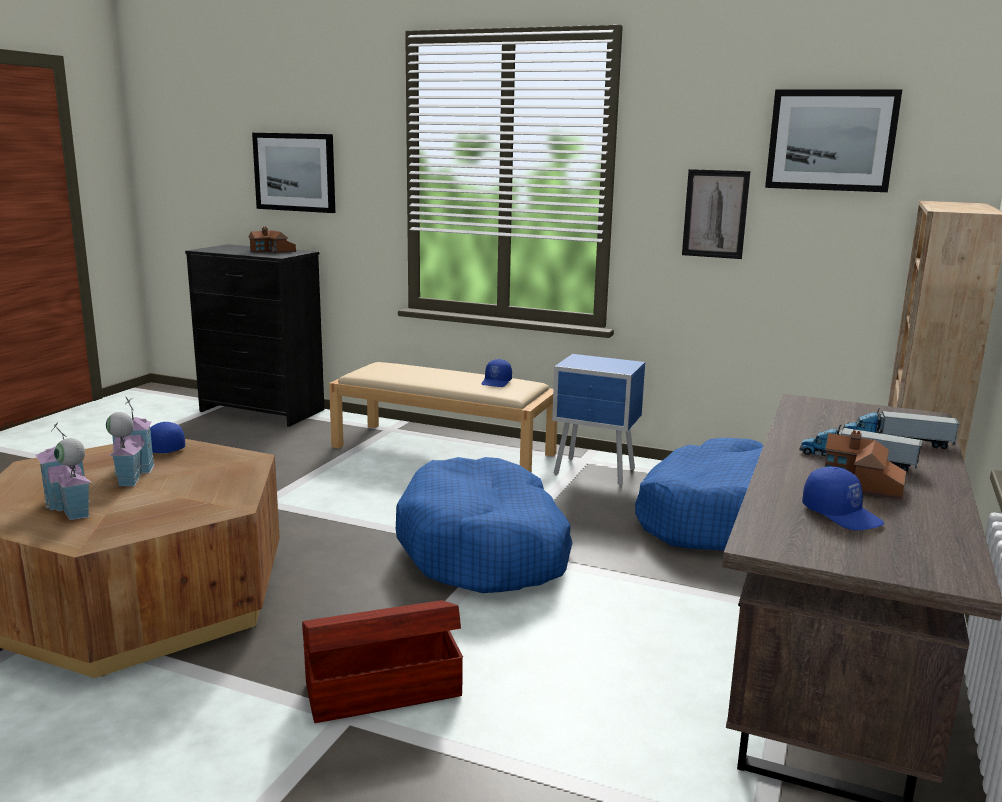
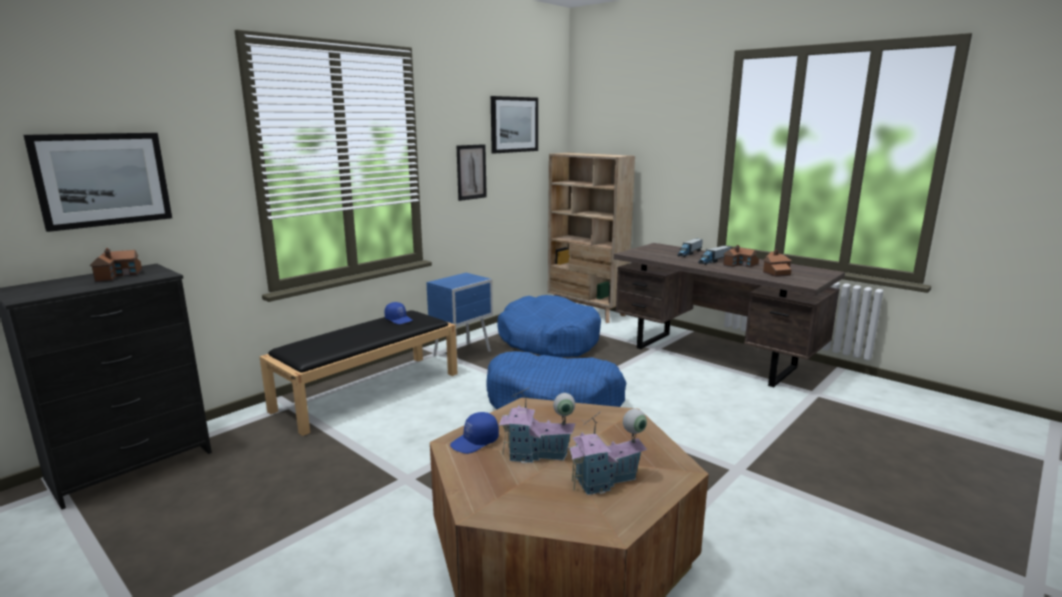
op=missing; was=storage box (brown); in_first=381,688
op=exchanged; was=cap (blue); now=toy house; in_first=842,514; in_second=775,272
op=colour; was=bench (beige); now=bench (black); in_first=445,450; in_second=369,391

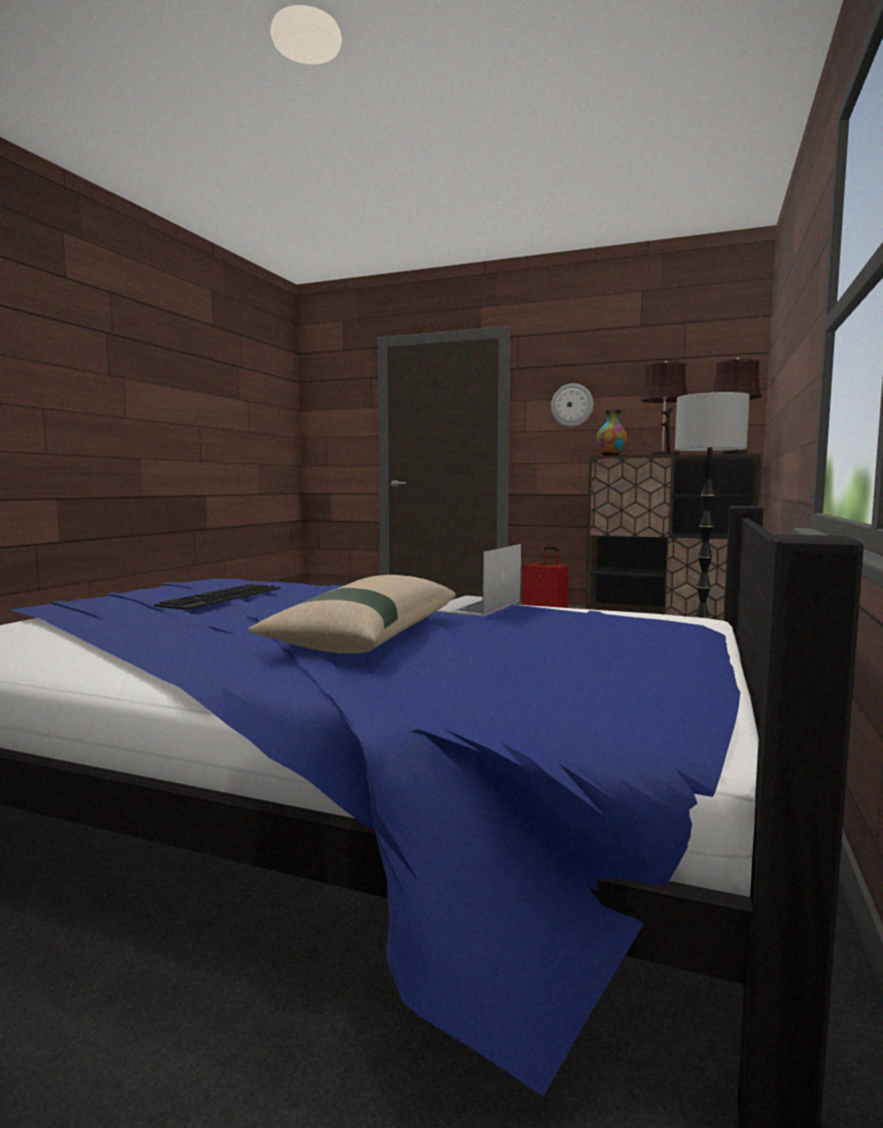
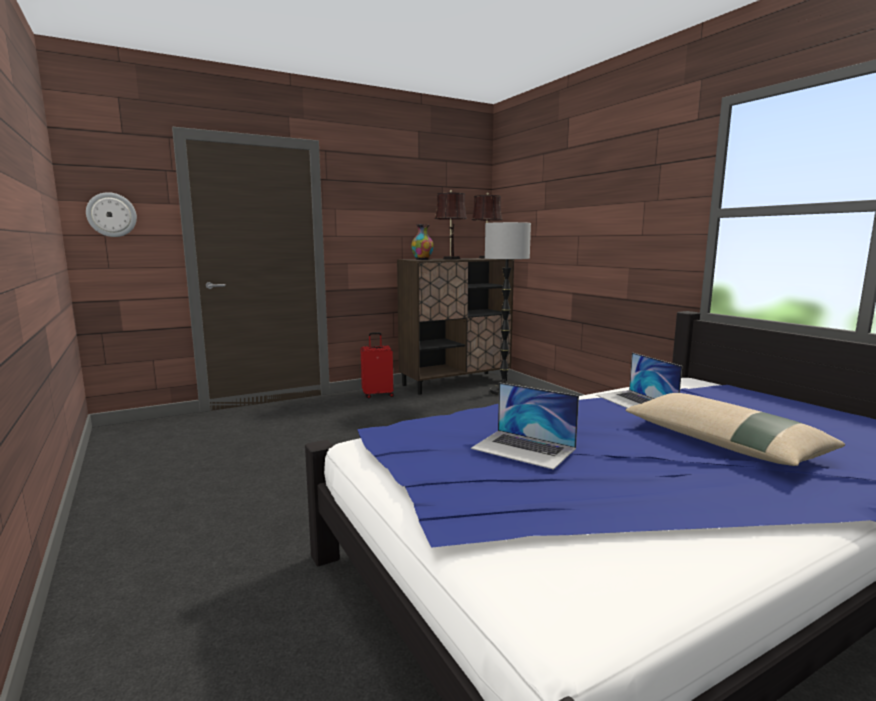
op=relocated; was=wall clock; in_first=572,405; in_second=111,215
op=exchanged; was=keyboard; now=laptop; in_first=223,597; in_second=524,448

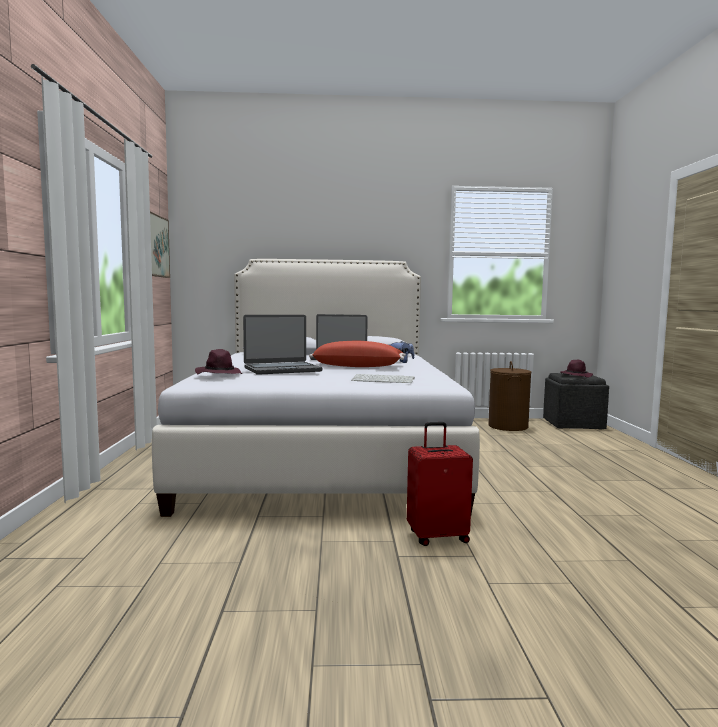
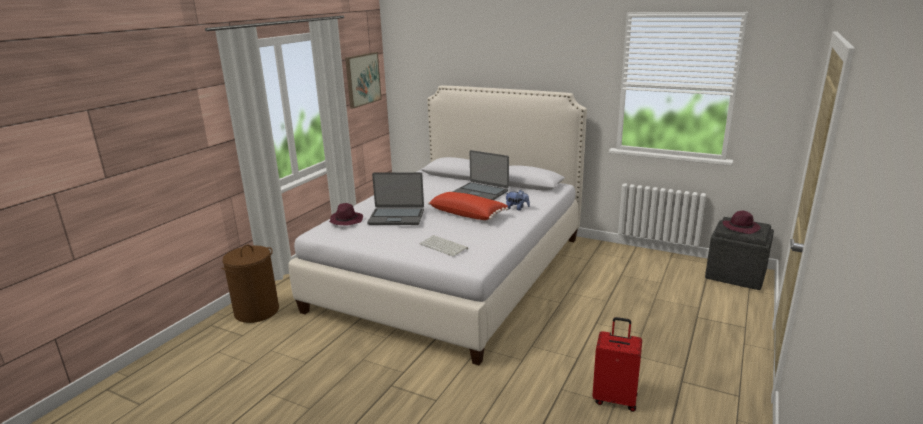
op=relocated; was=suitcase (red); in_first=437,536; in_second=615,398
op=relocated; was=laundry basket (brown); in_first=508,426; in_second=256,311

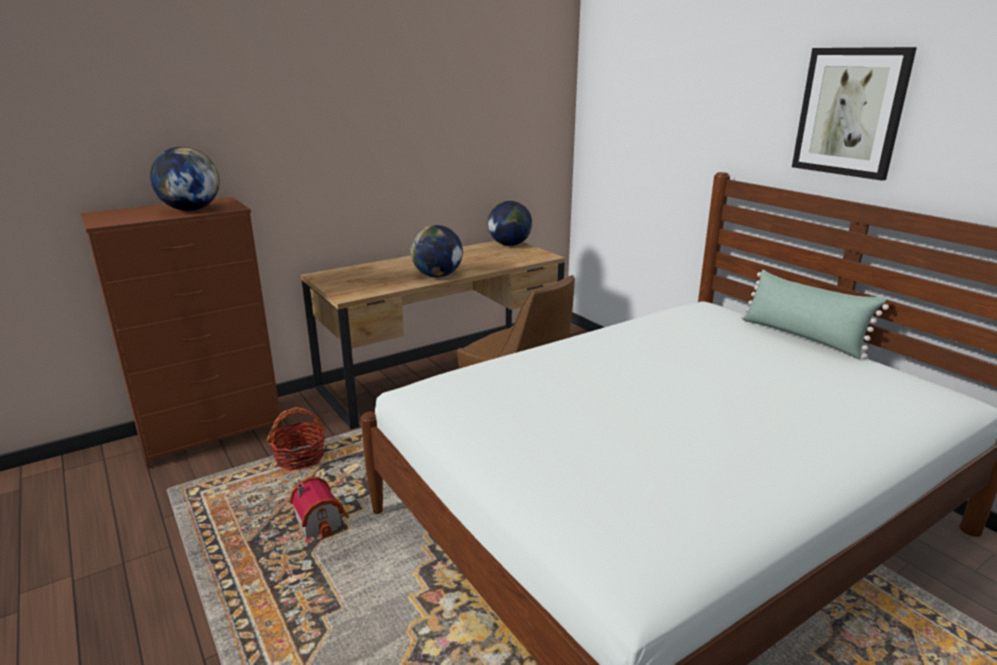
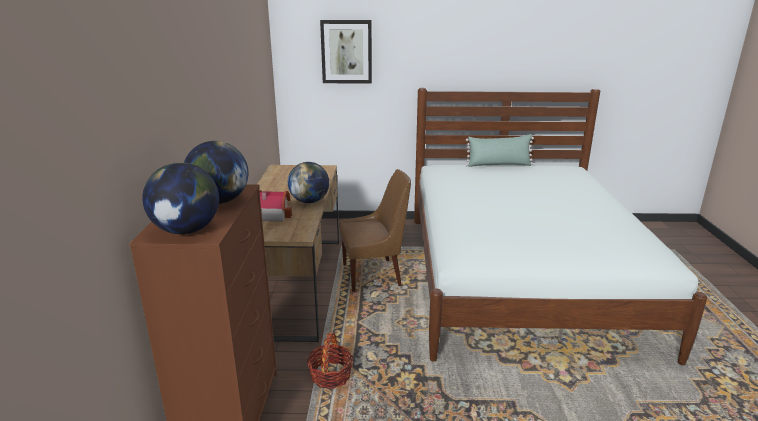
op=relocated; was=toy house; in_first=321,521; in_second=273,215
op=relocated; was=globe; in_first=509,245; in_second=186,230
op=relocated; was=picture; in_first=850,112; in_second=346,52

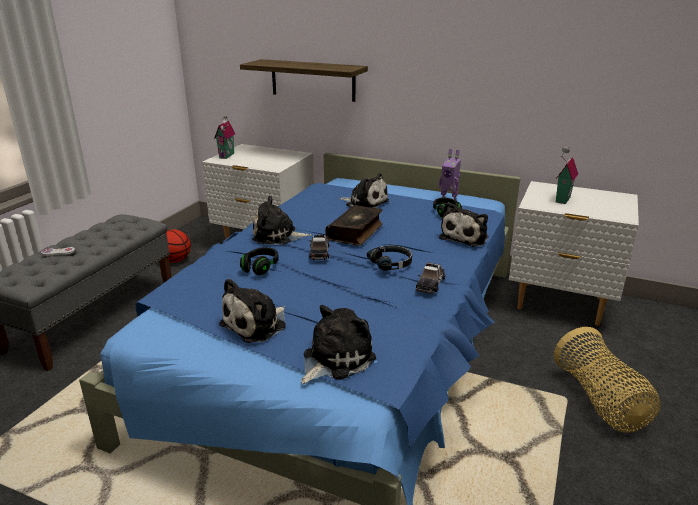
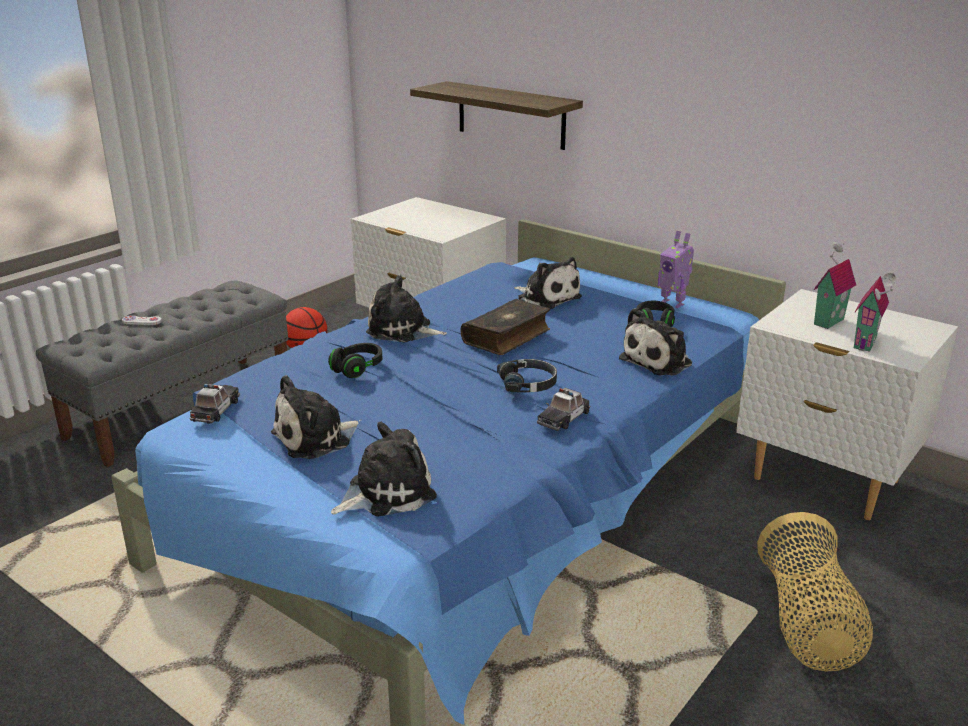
op=relocated; was=toy house; in_first=228,156; in_second=867,344
op=relocated; was=toy car; in_first=319,252; in_second=216,409

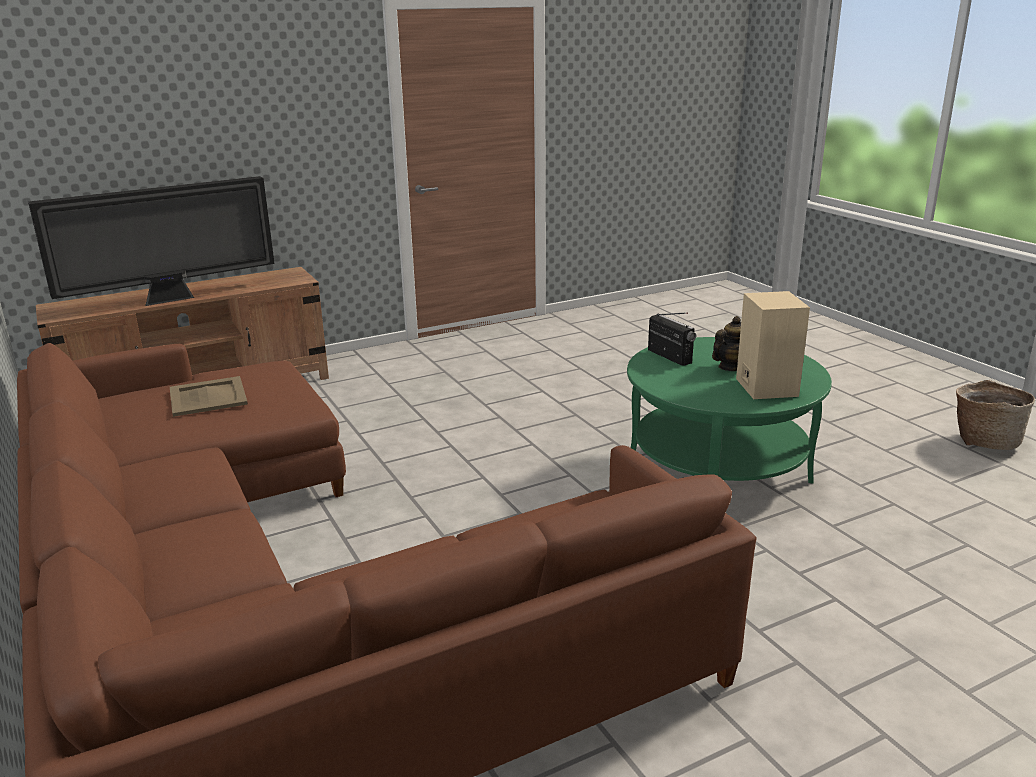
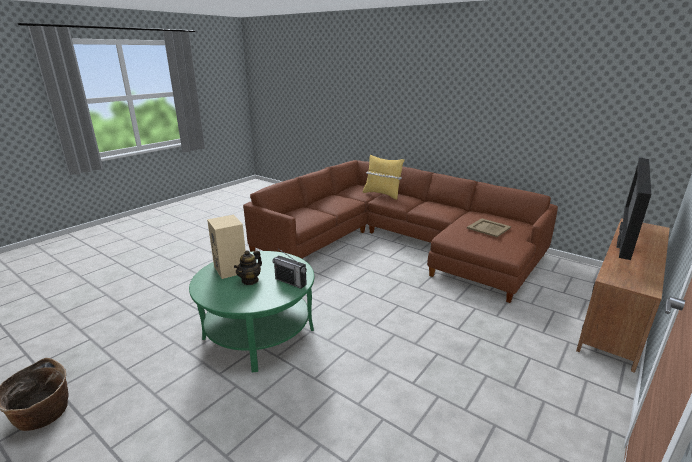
op=appeared; now=pillow (yellow); in_second=382,194

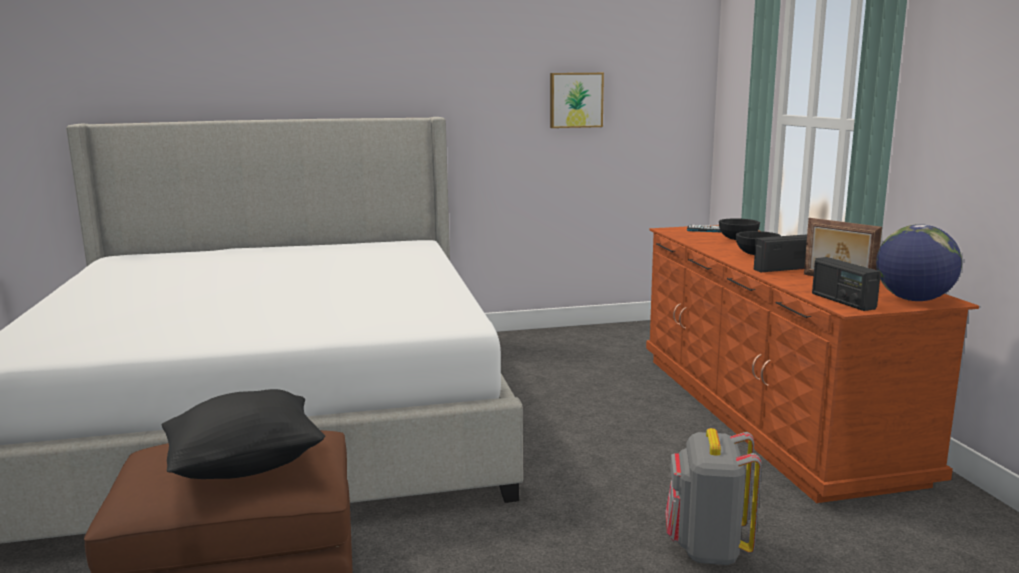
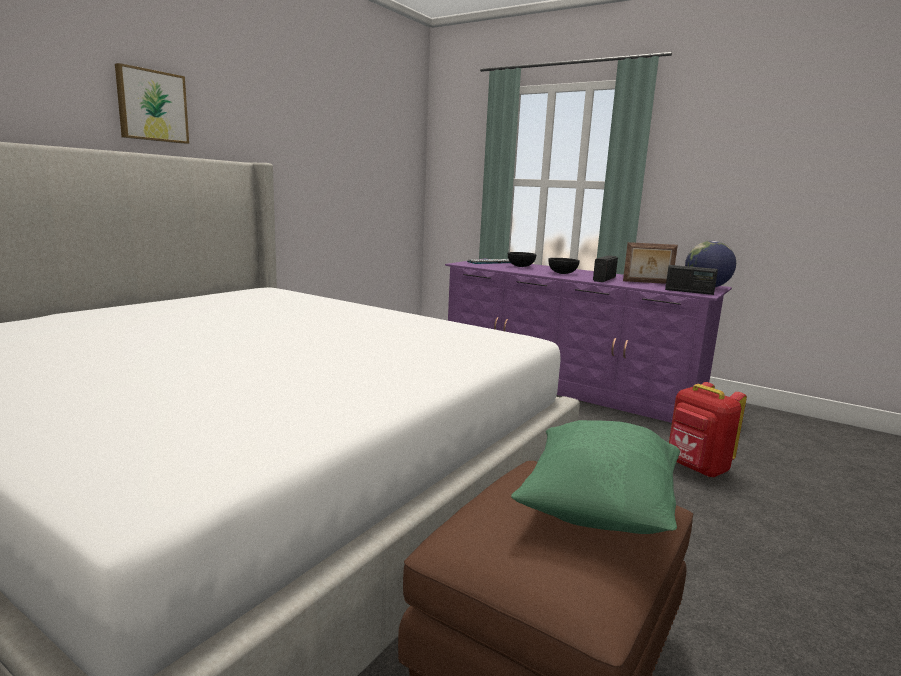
op=relocated; was=picture; in_first=575,100; in_second=151,106
op=colour; was=pillow (black); now=pillow (green); in_first=246,465; in_second=597,509
op=colour; was=dresser (brown); now=dresser (purple); in_first=765,413; in_second=567,384
op=colour; was=backpack (grey); now=backpack (red); in_first=707,549; in_second=696,468

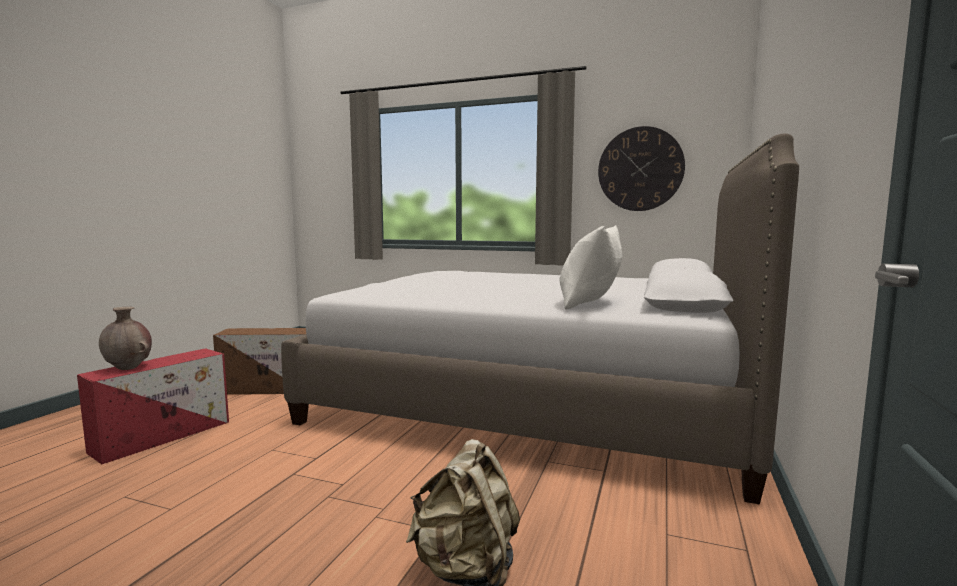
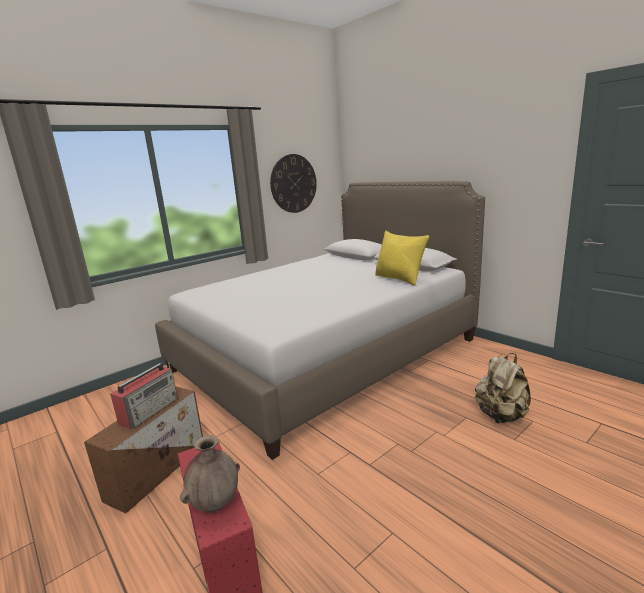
op=appeared; now=radio; in_second=150,410
op=colour; was=pillow (white); now=pillow (yellow); in_first=589,303; in_second=399,278

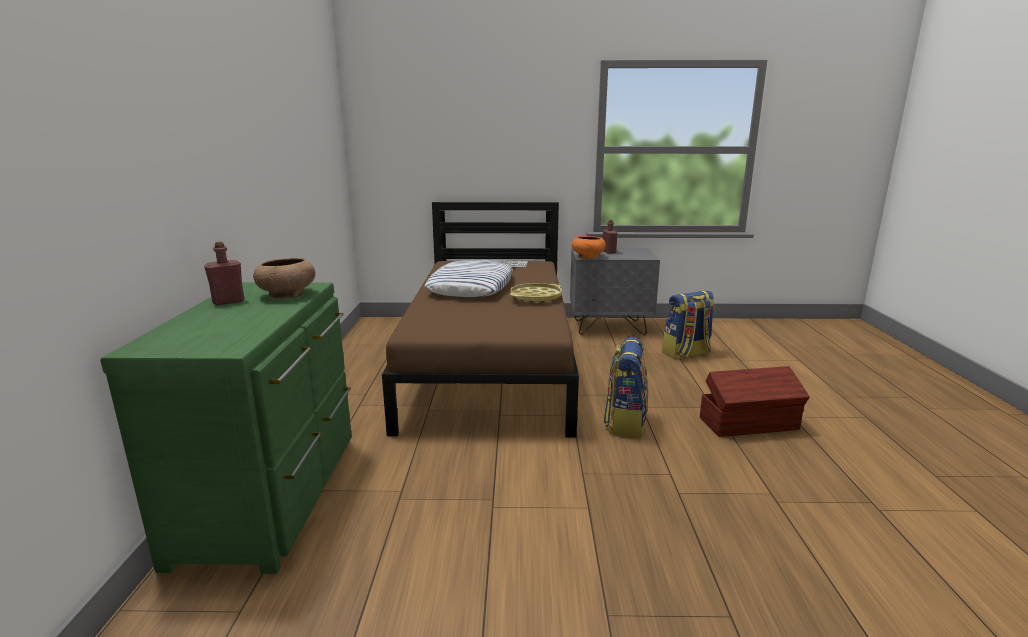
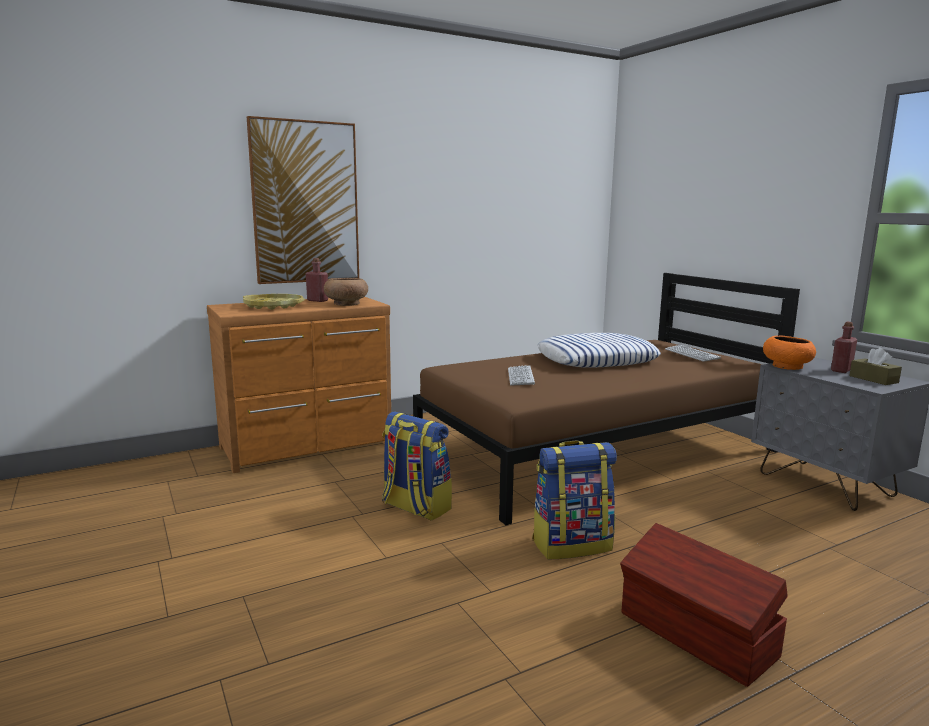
op=appeared; now=picture; in_second=305,203
op=appeared; now=keyboard; in_second=520,377
op=appeared; now=tissue box (brown); in_second=873,379
op=relocated; was=tray (yellow); in_first=536,297; in_second=274,306
op=relocated; was=backpack; in_first=686,354; in_second=415,507
op=colour; was=dresser (green); now=dresser (brown); in_first=275,495; in_second=308,447

